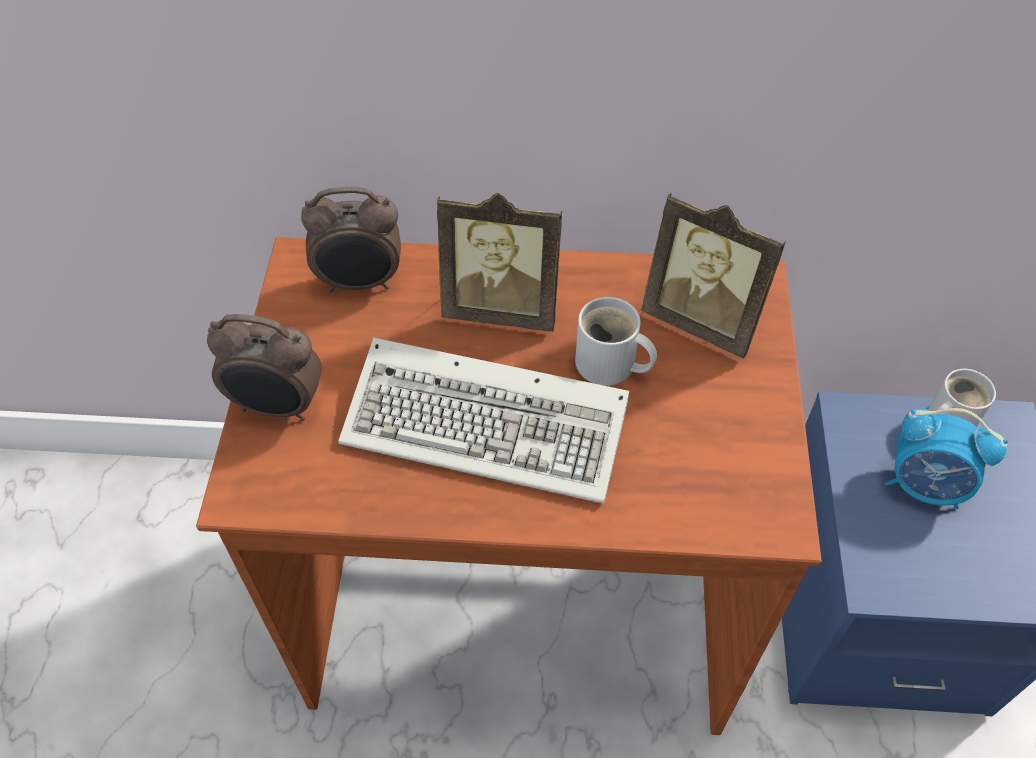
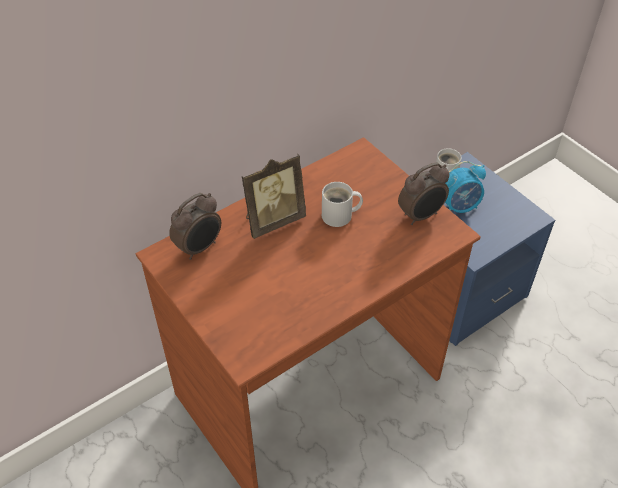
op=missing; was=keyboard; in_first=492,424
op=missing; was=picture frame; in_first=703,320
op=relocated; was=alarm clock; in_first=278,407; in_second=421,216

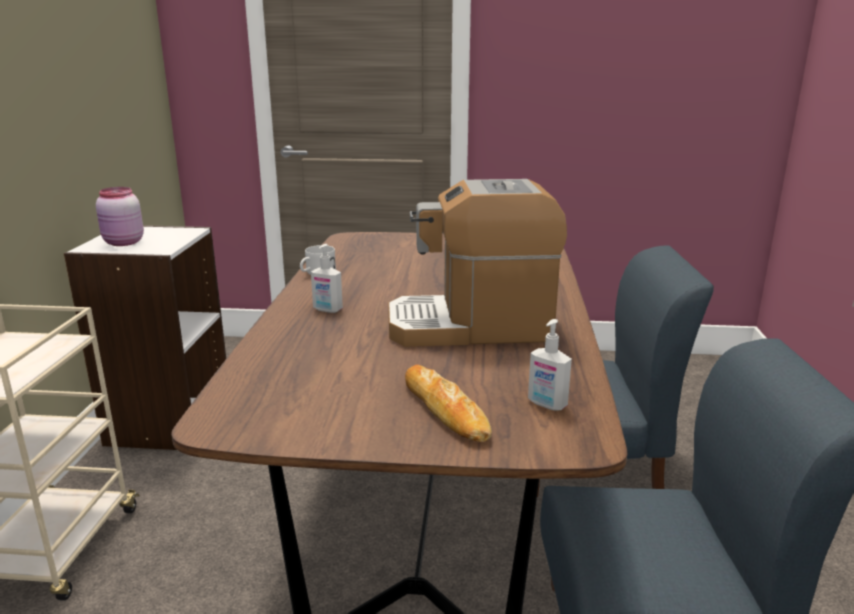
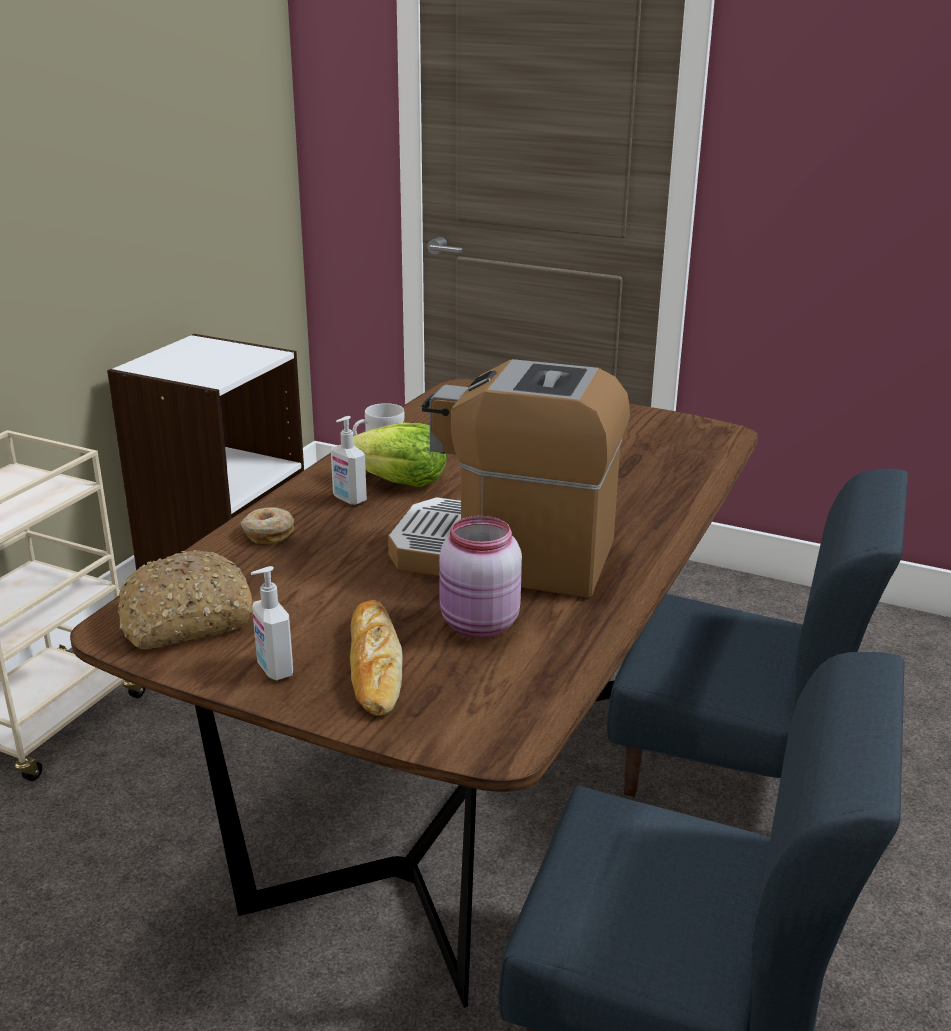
op=appeared; now=bread; in_second=185,619
op=appeared; now=donut; in_second=268,533
op=appeared; now=lettuce; in_second=401,481
op=relocated; was=jar (pink); in_first=123,243; in_second=479,625
op=relocated; was=soap dispenser; in_first=546,404; in_second=274,669

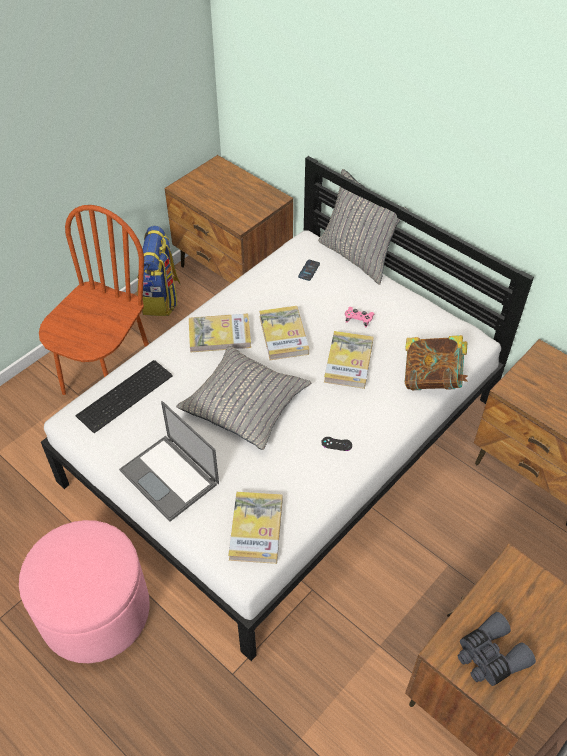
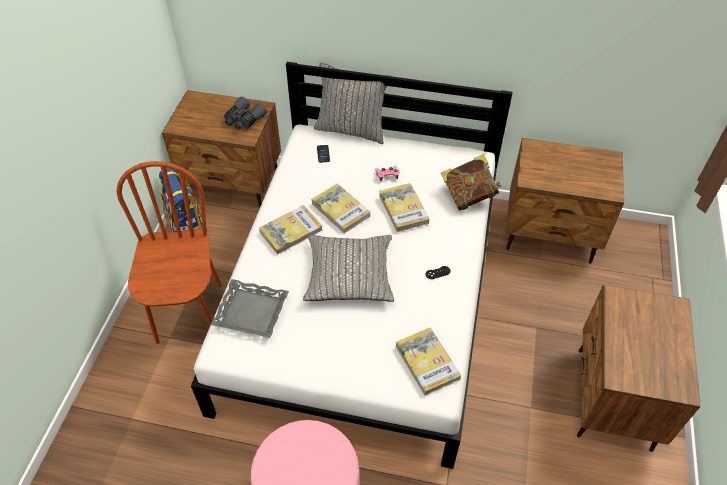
op=missing; was=laptop; in_first=170,477
op=relocated; was=binoculars (grey); in_first=490,656; in_second=243,120
op=exchanged; was=keyboard; now=tray (grey); in_first=127,396; in_second=251,311

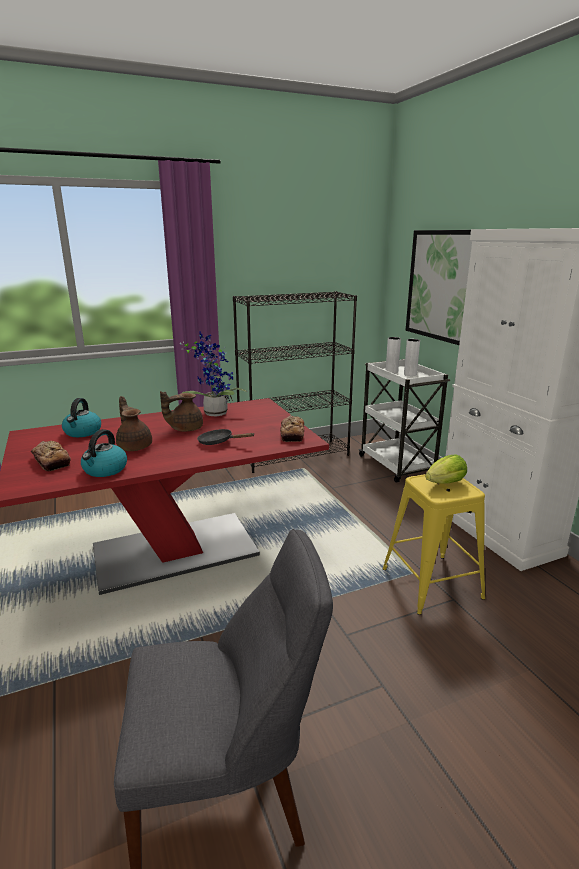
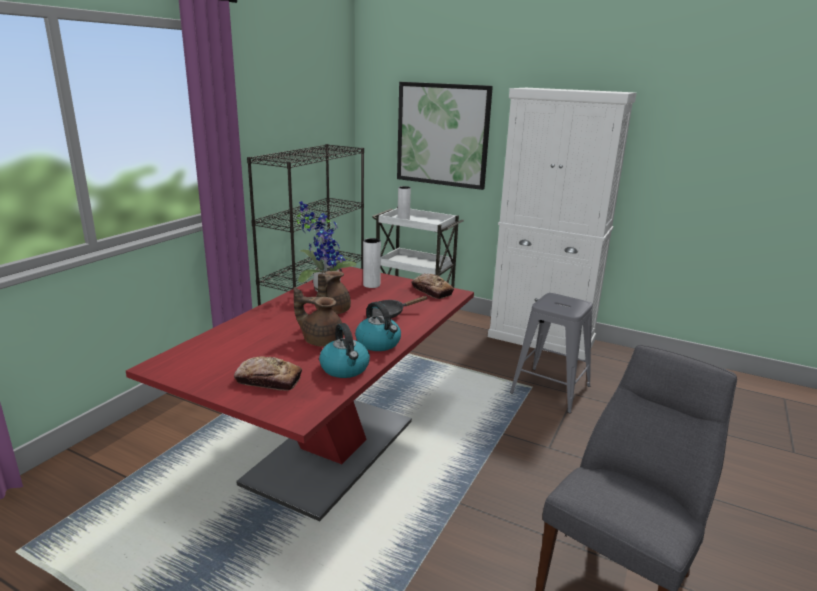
op=missing; was=lettuce; in_first=445,483
op=relocated; was=kettle; in_first=82,432; in_second=379,343
op=relocated; was=vase (white); in_first=410,374; in_second=371,285
op=colour; was=stool (yellow); now=stool (grey); in_first=431,583; in_second=550,389

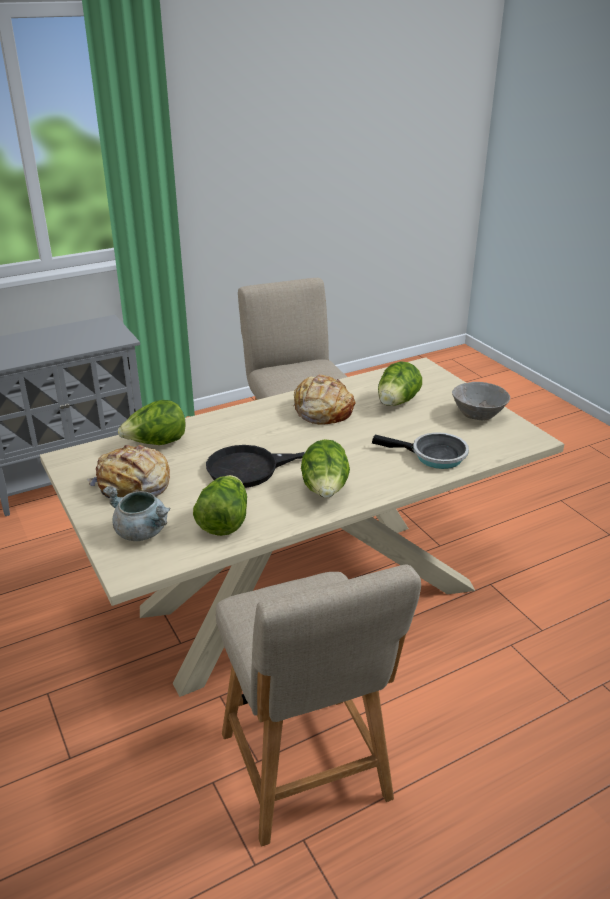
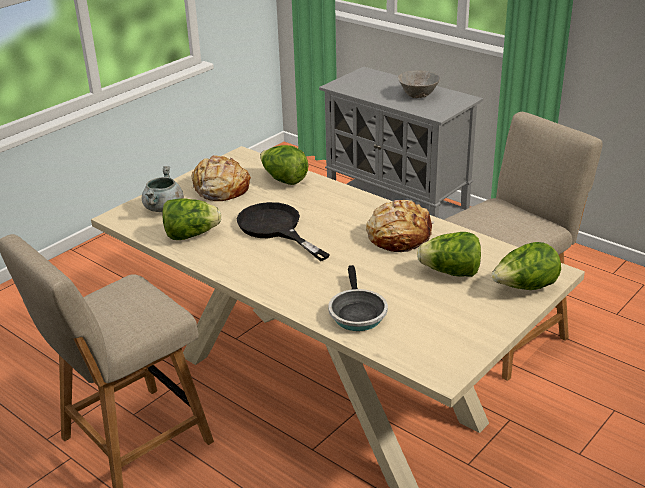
op=relocated; was=lettuce; in_first=325,491; in_second=524,288
op=relocated; was=bowl (grey); in_first=478,415; in_second=418,95

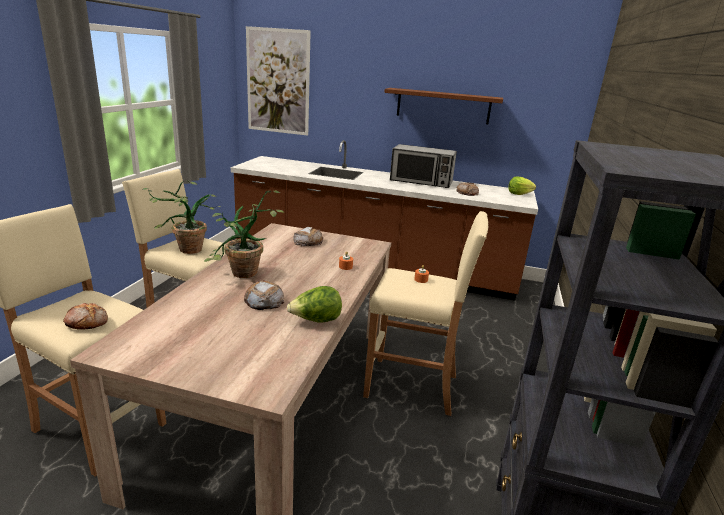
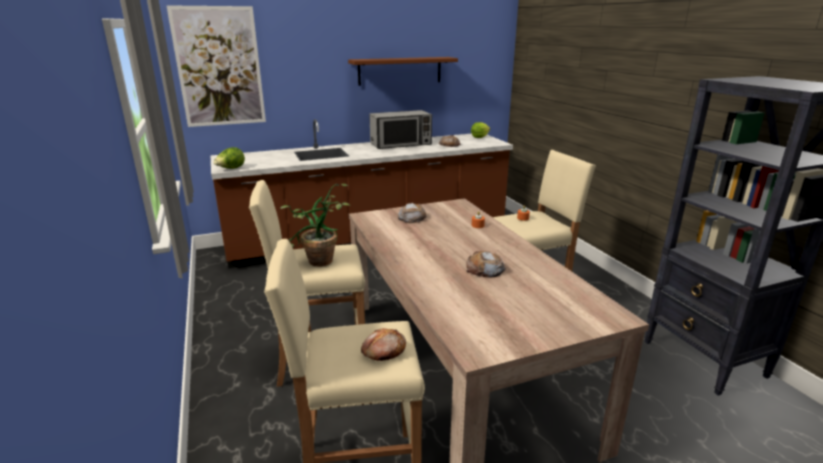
op=missing; was=potted plant; in_first=243,276
op=relocated; was=lettuce; in_first=316,321; in_second=231,169

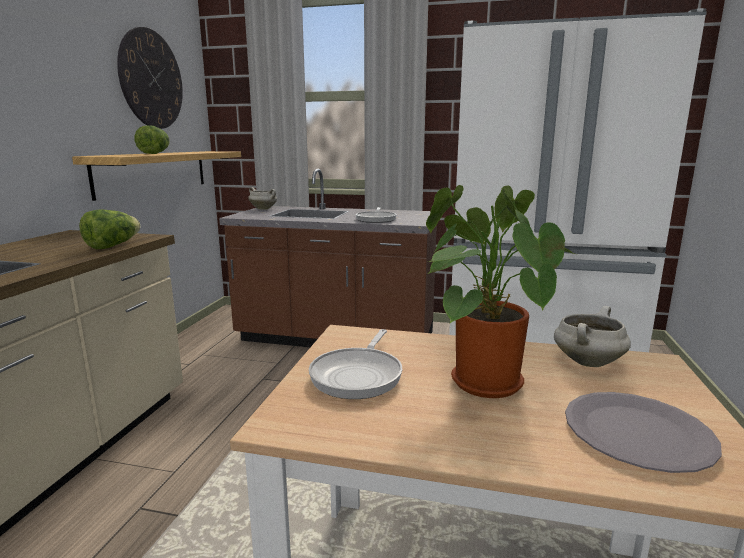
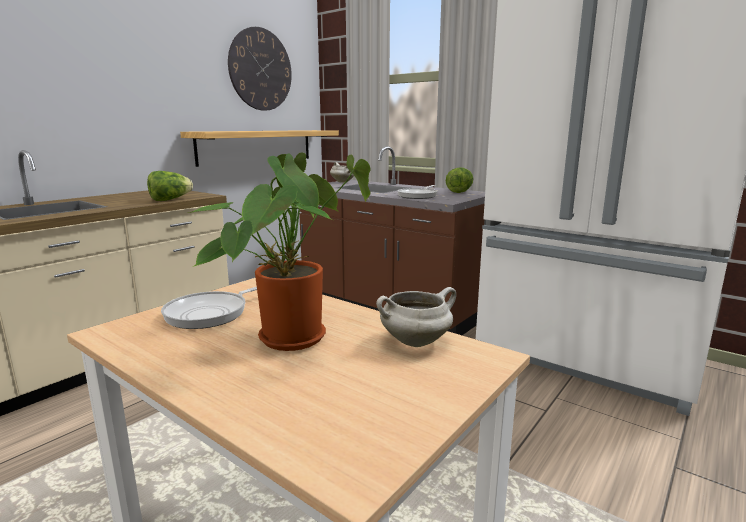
op=missing; was=plate (grey); in_first=637,432
op=relocated; was=lettuce; in_first=155,153; in_second=460,191

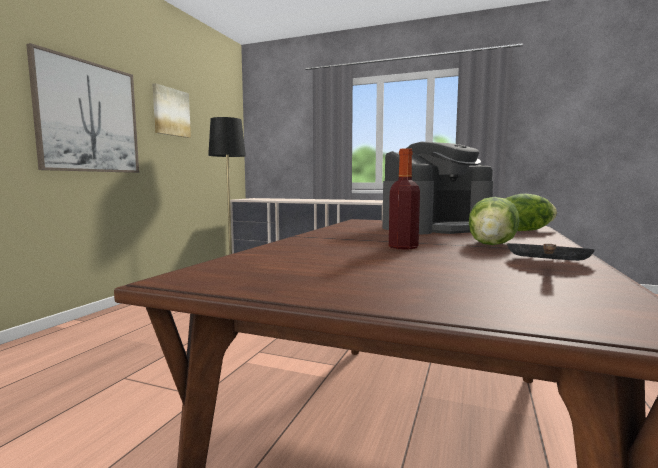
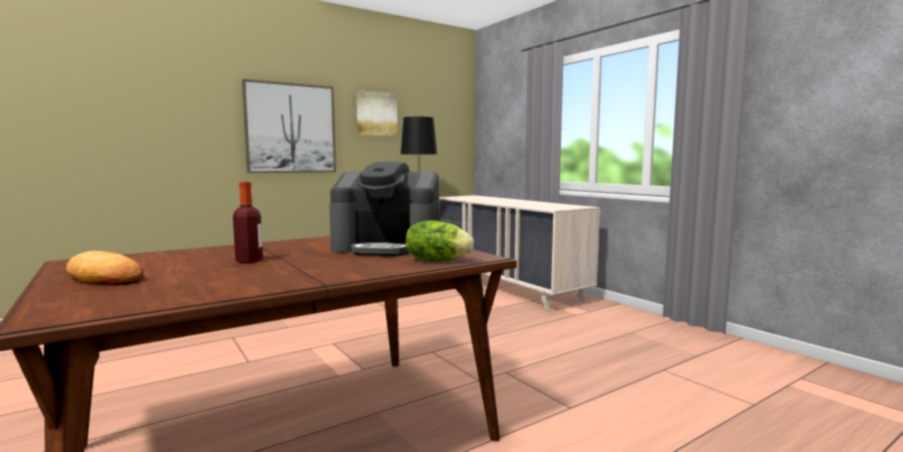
op=missing; was=lettuce; in_first=493,245
op=missing; was=frying pan (black); in_first=547,263
op=appeared; now=bread; in_second=104,278

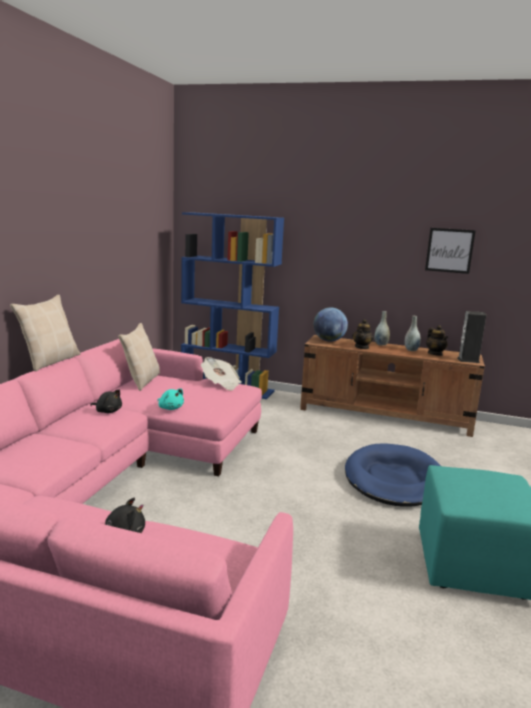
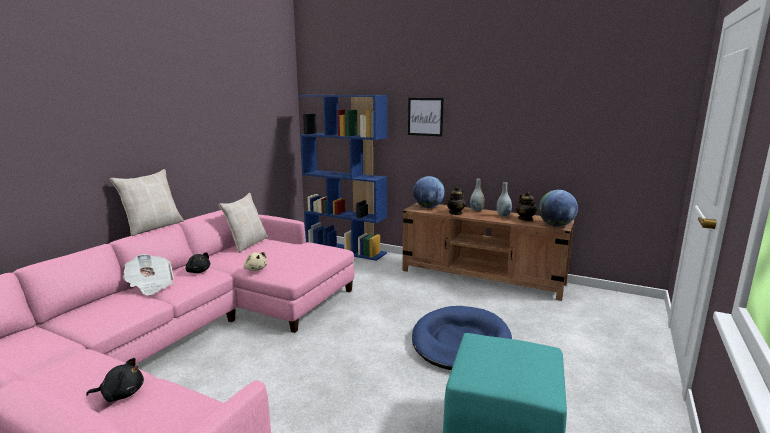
op=relocated; was=newspaper; in_first=221,384; in_second=150,286
op=relocated; was=picture; in_first=449,250; in_second=425,116
op=exchanged; was=speaker; now=globe; in_first=468,360; in_second=556,225
op=colour; was=plush toy (turquoise); now=plush toy (beige); in_first=170,408; in_second=255,269

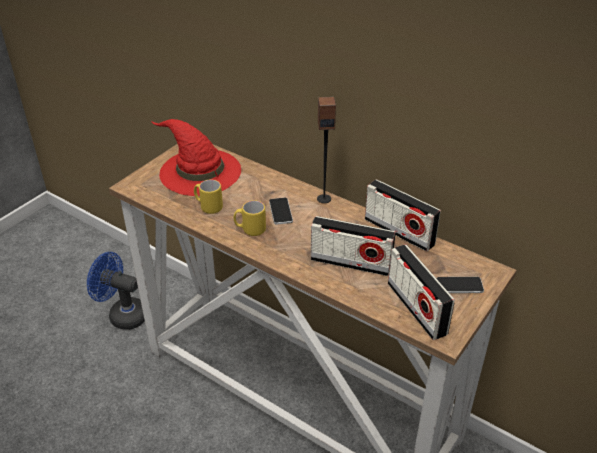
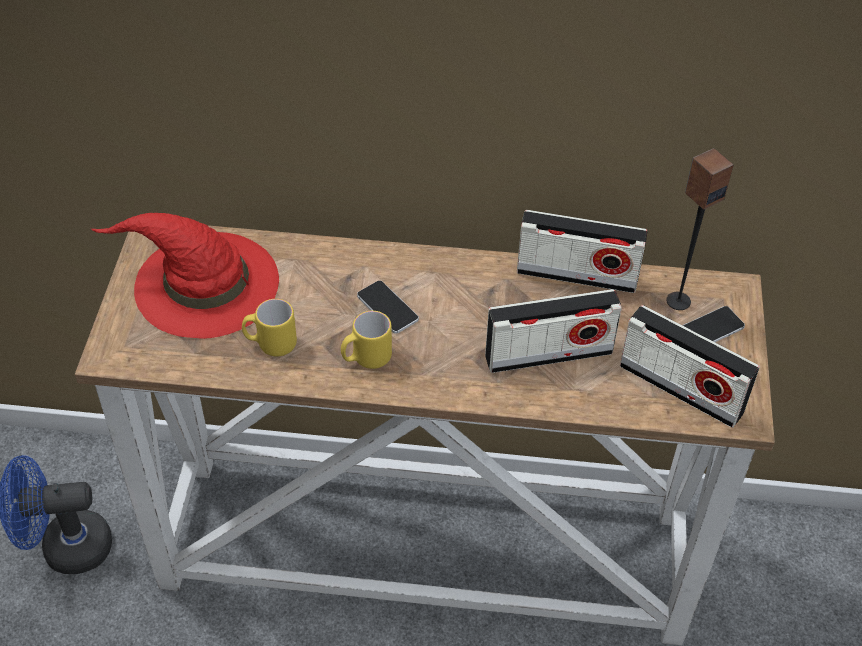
op=relocated; was=speaker; in_first=324,198; in_second=678,300

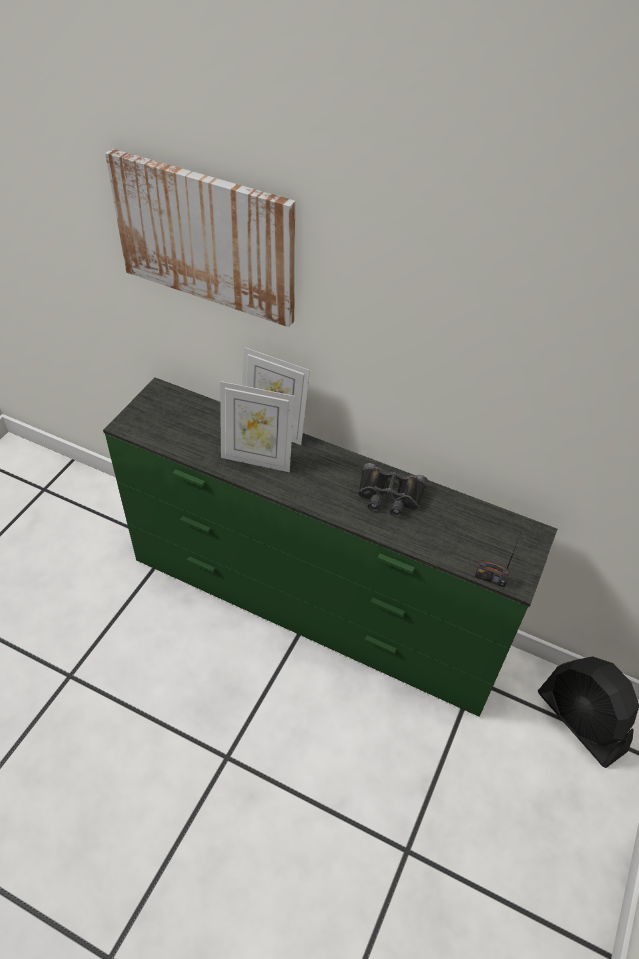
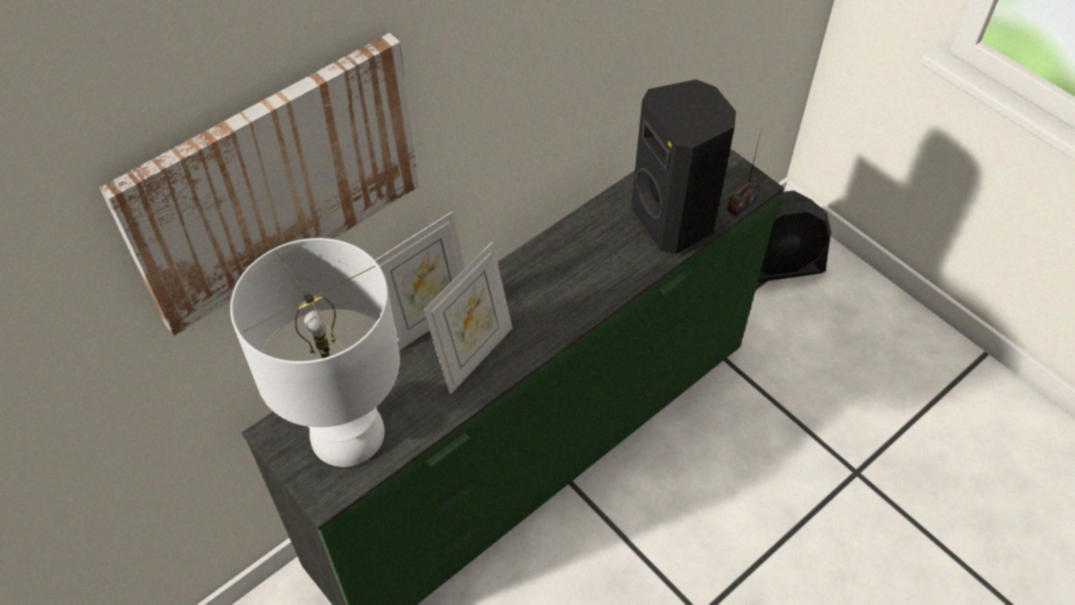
op=missing; was=binoculars (black); in_first=389,495
op=appeared; now=table lamp (white); in_second=349,435
op=appeared; now=speaker (black); in_second=675,220

